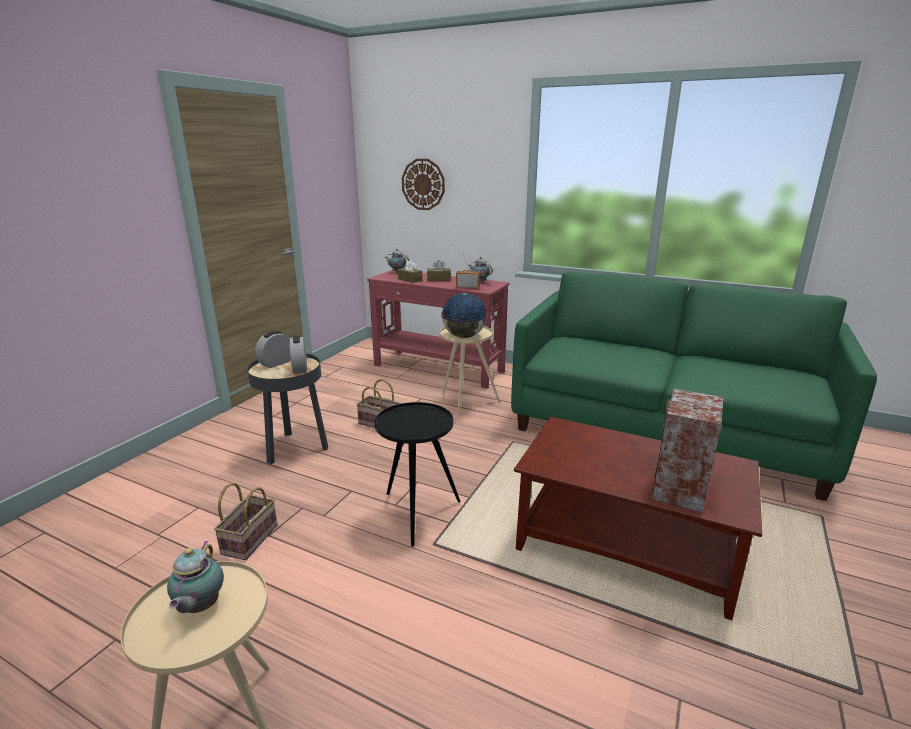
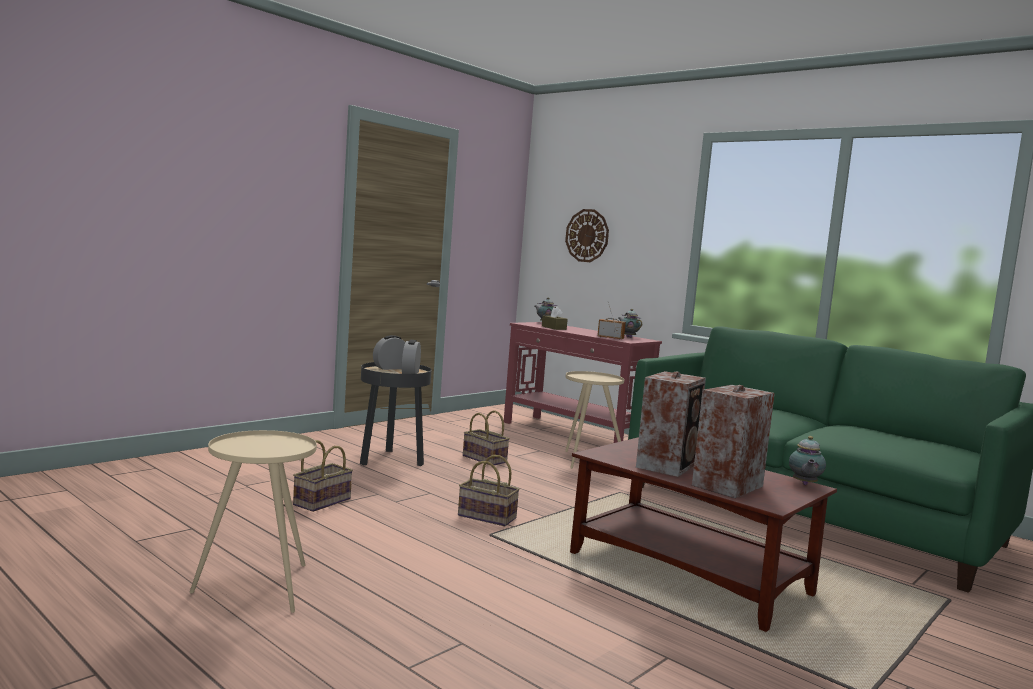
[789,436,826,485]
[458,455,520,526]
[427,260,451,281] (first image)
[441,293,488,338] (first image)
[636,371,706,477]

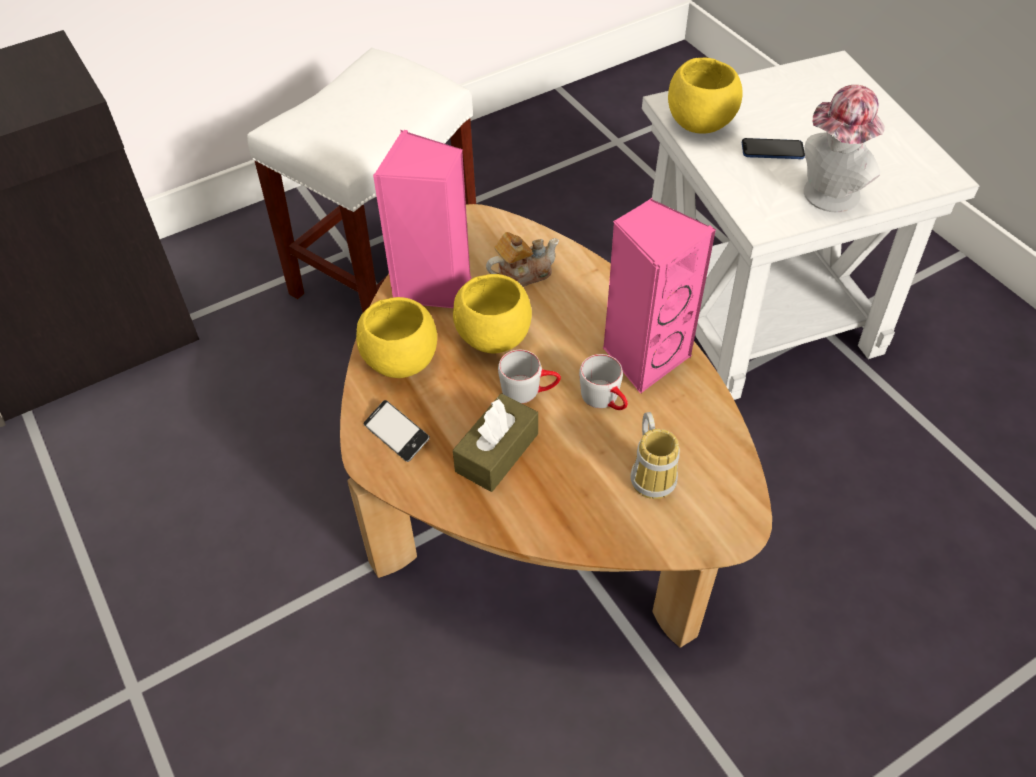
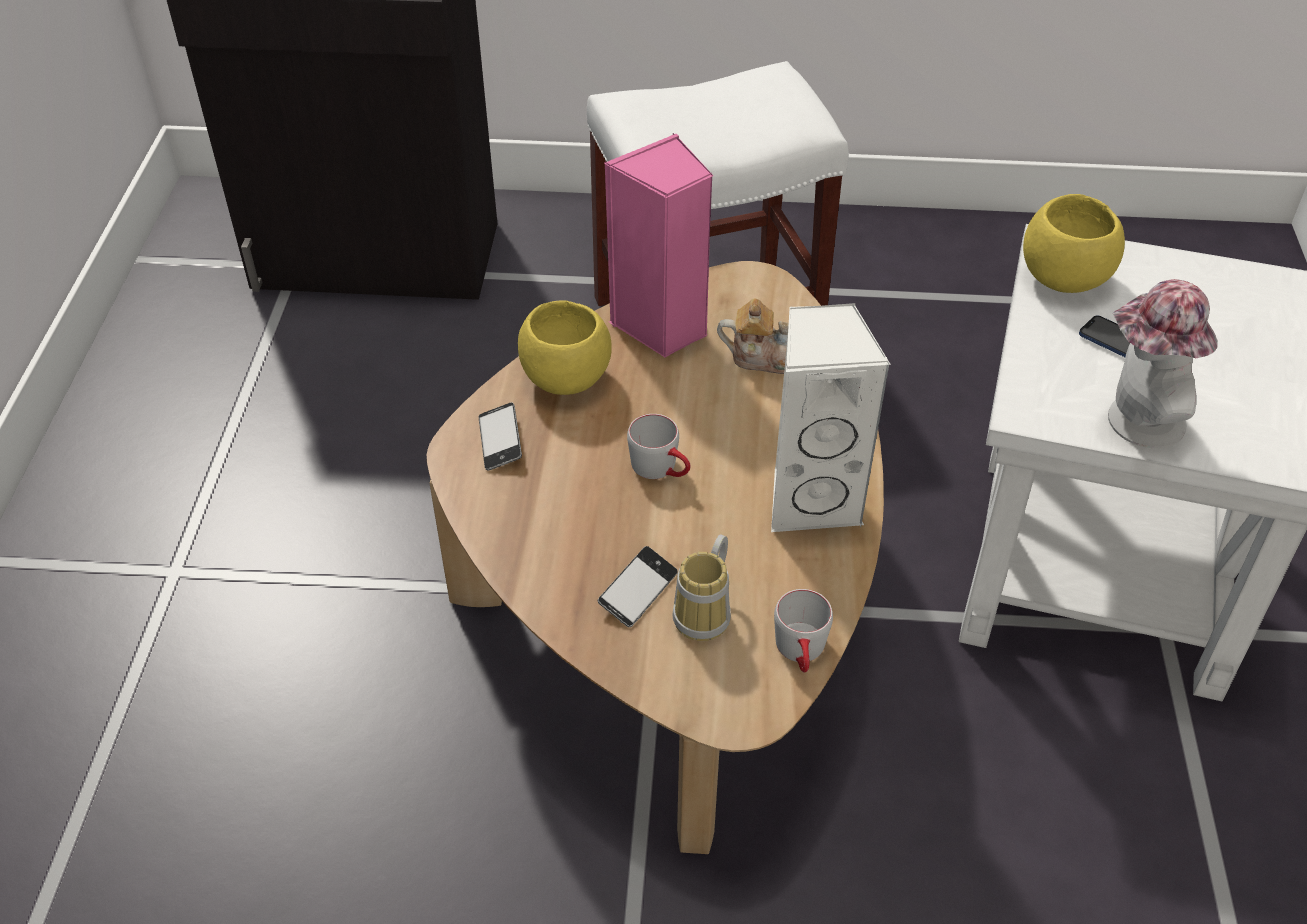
[453,274,532,354] (first image)
[453,393,538,492] (first image)
[774,589,833,673]
[771,303,891,532]
[598,546,678,627]

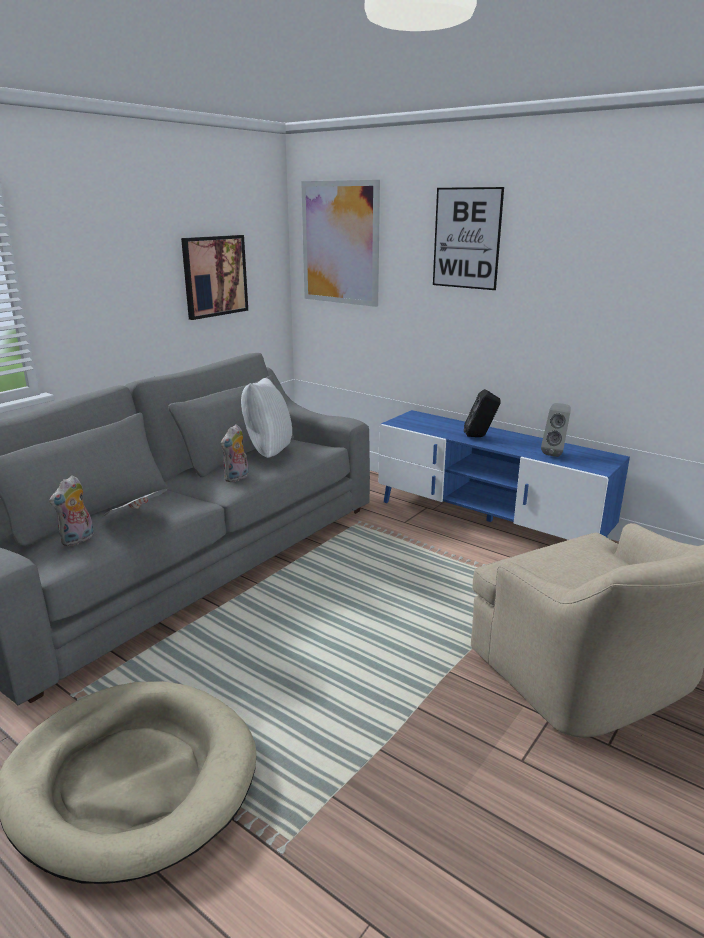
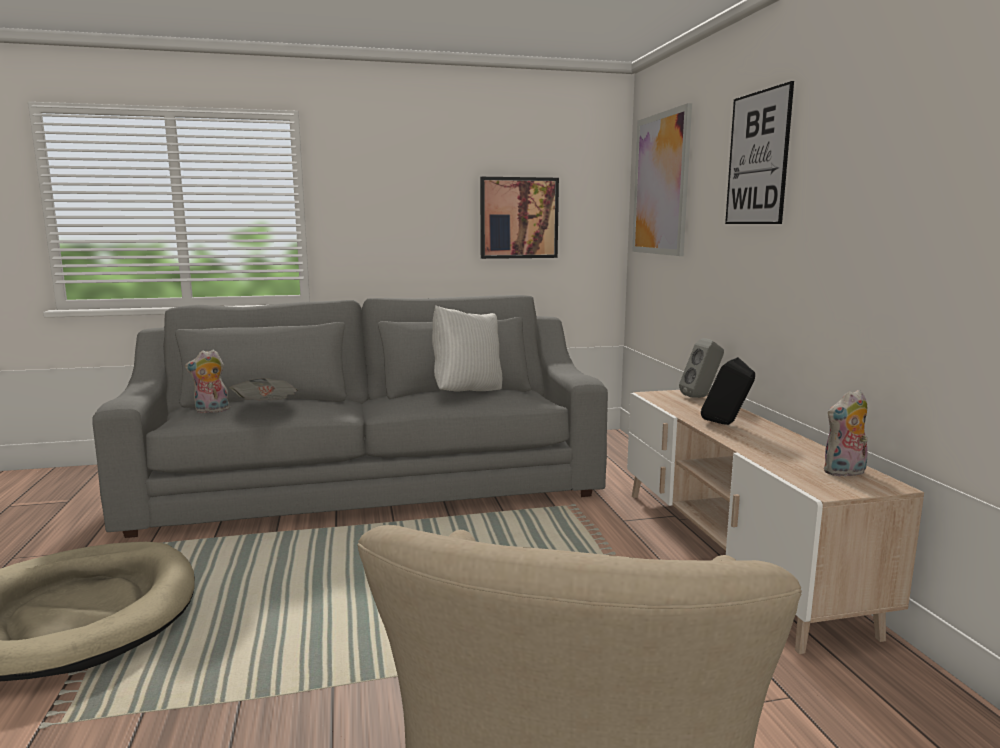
[824,390,868,477]
[627,390,924,654]
[679,338,724,398]

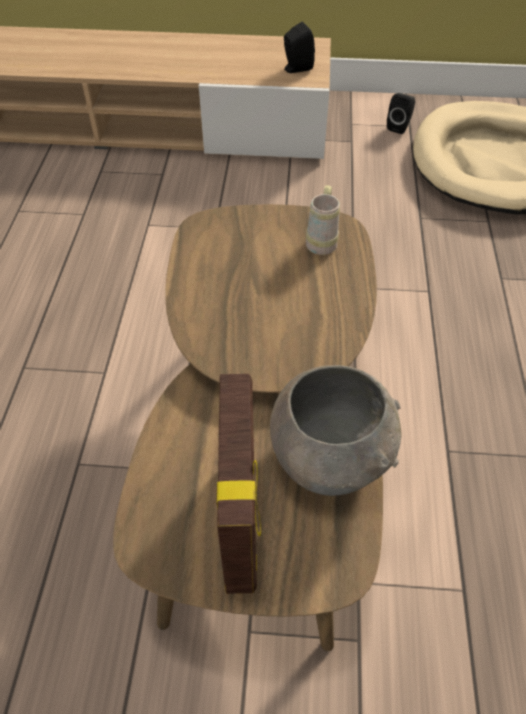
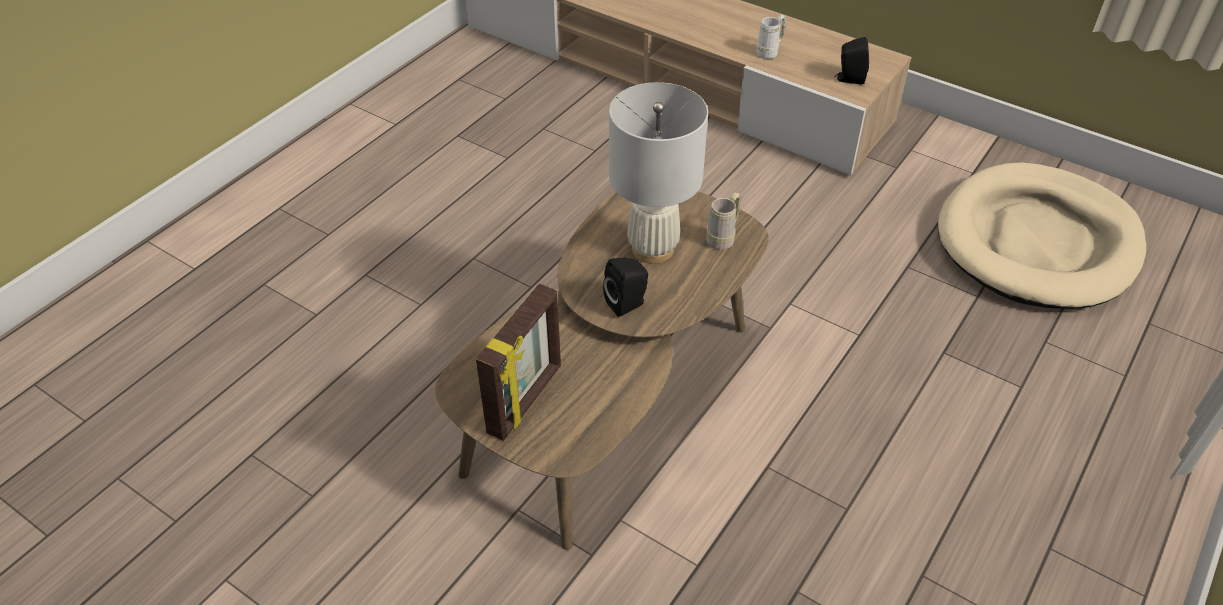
[270,365,402,496] (first image)
[603,258,648,317]
[609,82,708,264]
[756,15,786,59]

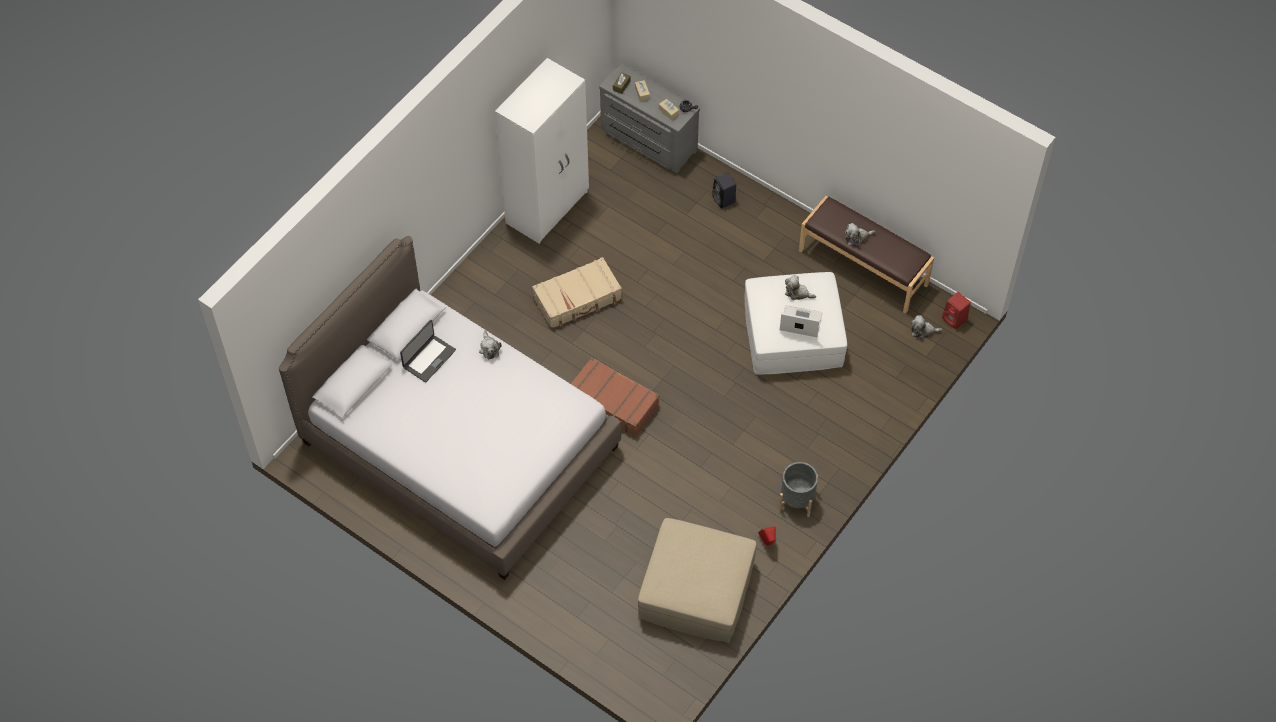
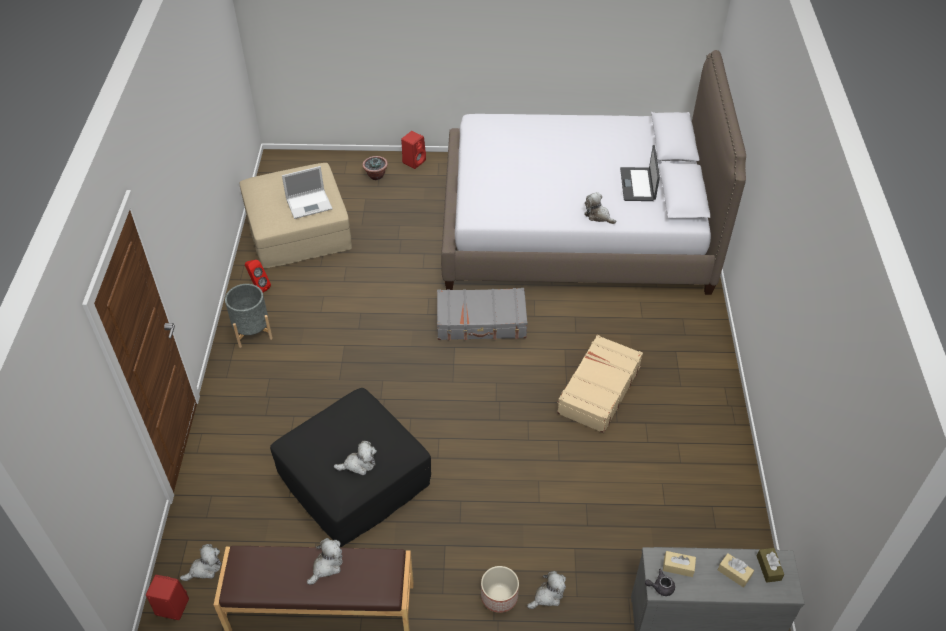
[495,58,589,244] (first image)
[437,288,527,340]
[527,571,566,609]
[270,388,431,547]
[282,166,333,219]
[362,156,388,180]
[401,131,426,169]
[481,566,519,613]

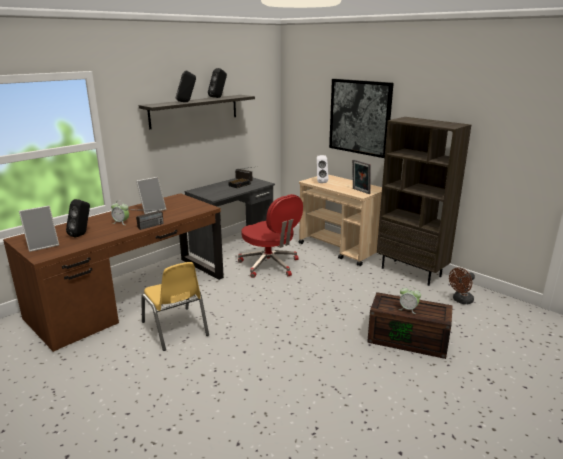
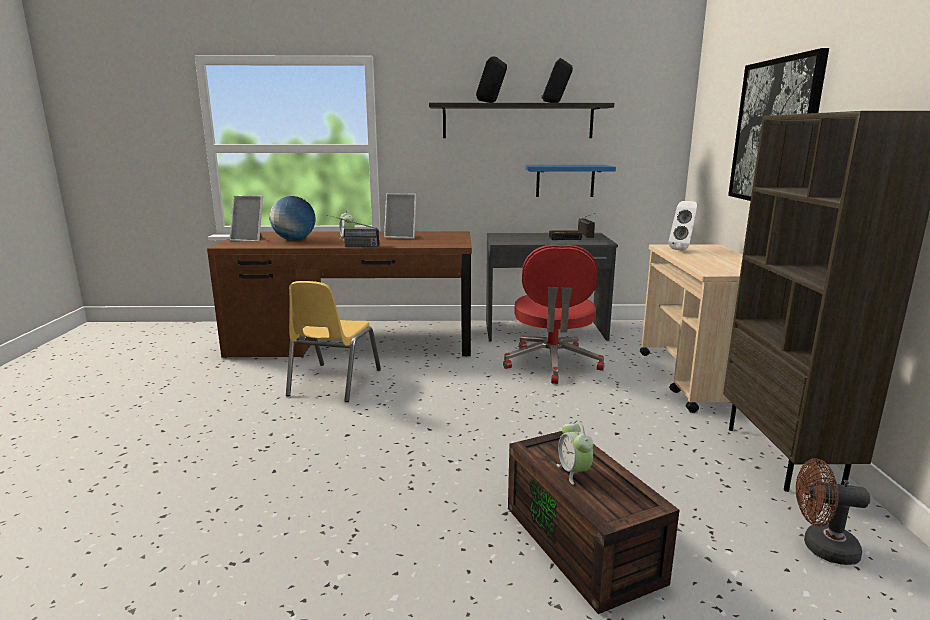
[269,196,315,240]
[352,160,371,194] (first image)
[525,165,616,197]

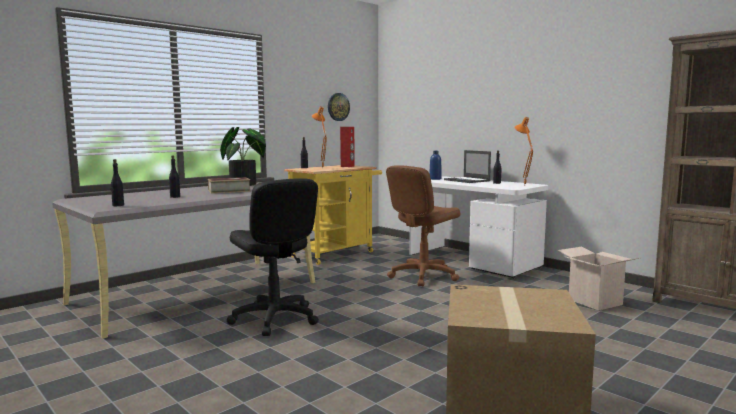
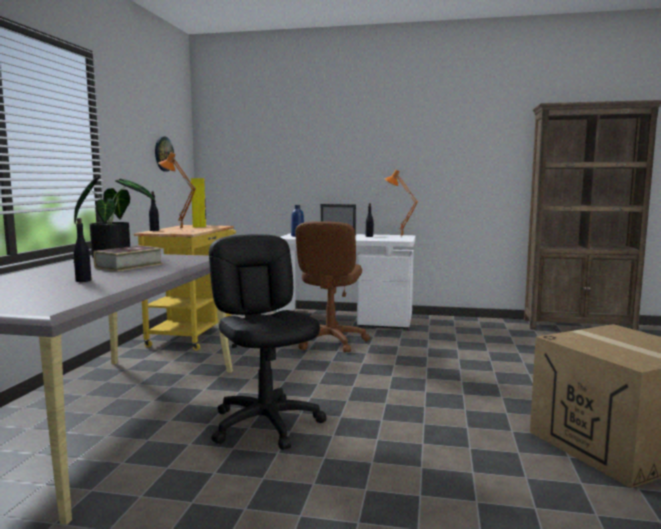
[111,159,124,206] (first image)
[209,234,327,450]
[191,178,206,227]
[558,247,642,311] (first image)

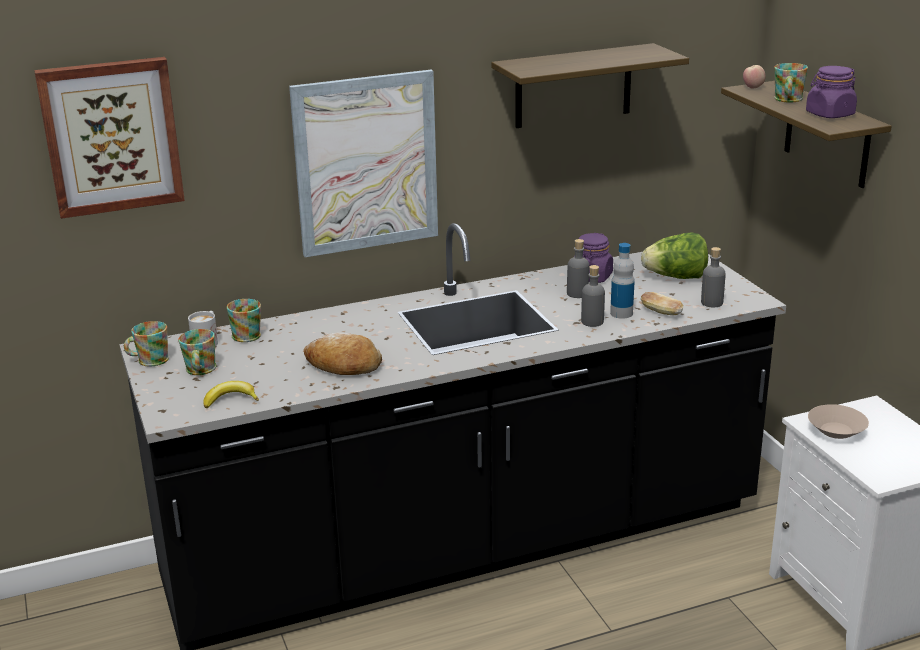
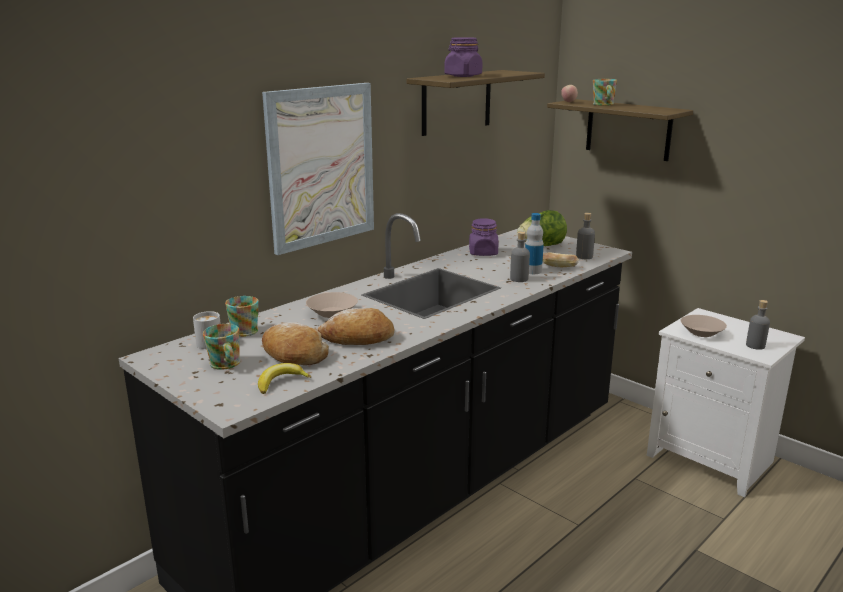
[34,57,185,219] (first image)
[124,321,169,367] (first image)
[746,300,770,350]
[444,37,483,77]
[262,322,329,365]
[306,292,358,318]

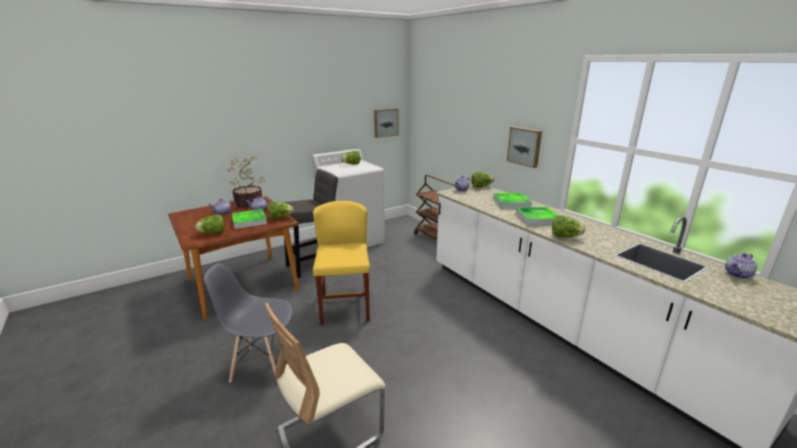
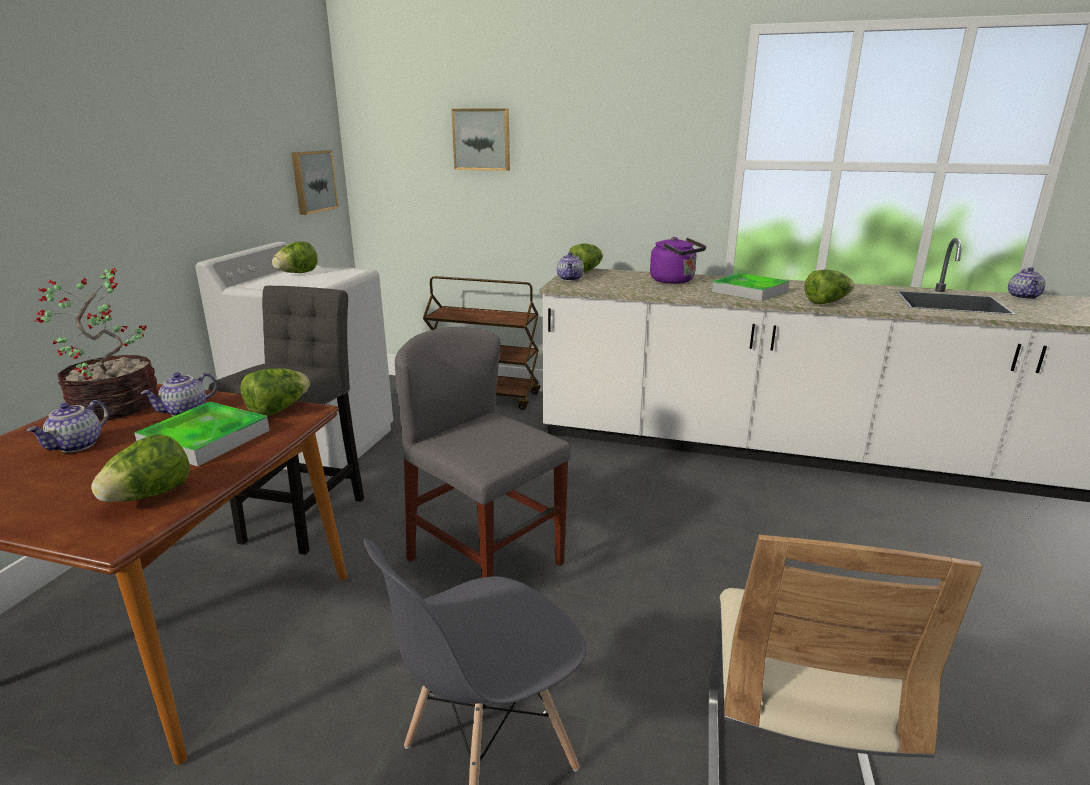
[395,327,571,578]
[650,237,706,284]
[451,108,510,171]

